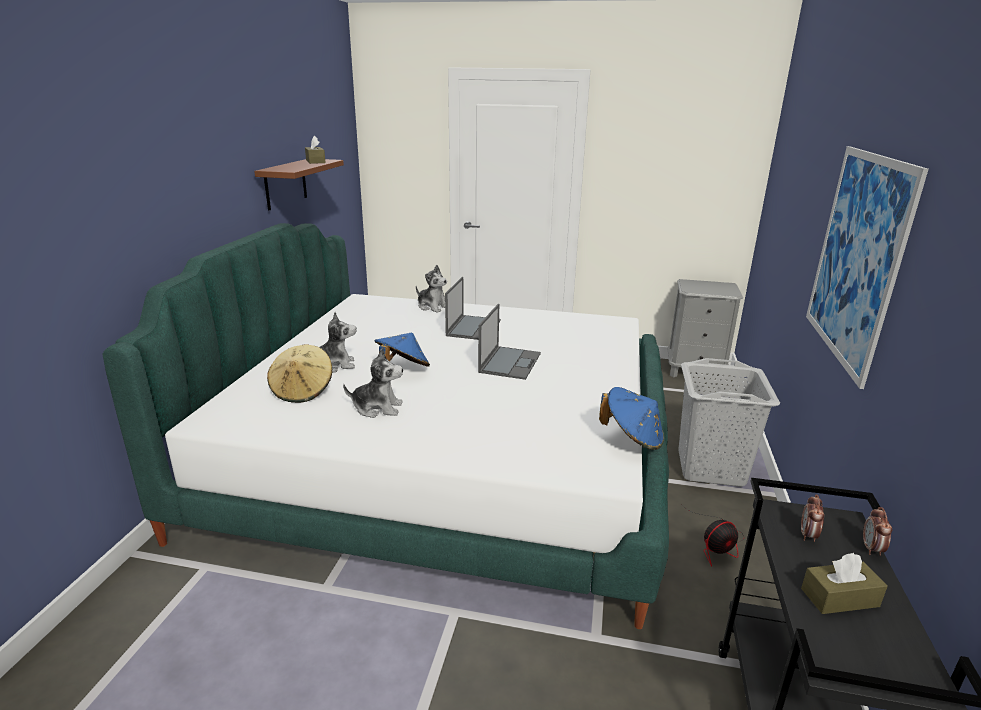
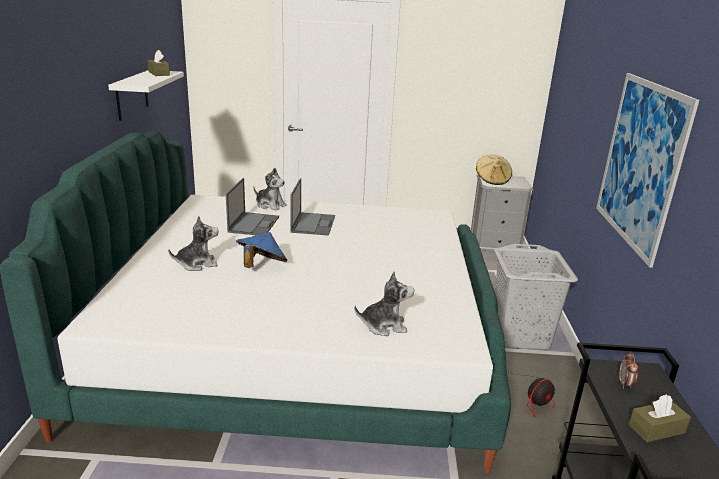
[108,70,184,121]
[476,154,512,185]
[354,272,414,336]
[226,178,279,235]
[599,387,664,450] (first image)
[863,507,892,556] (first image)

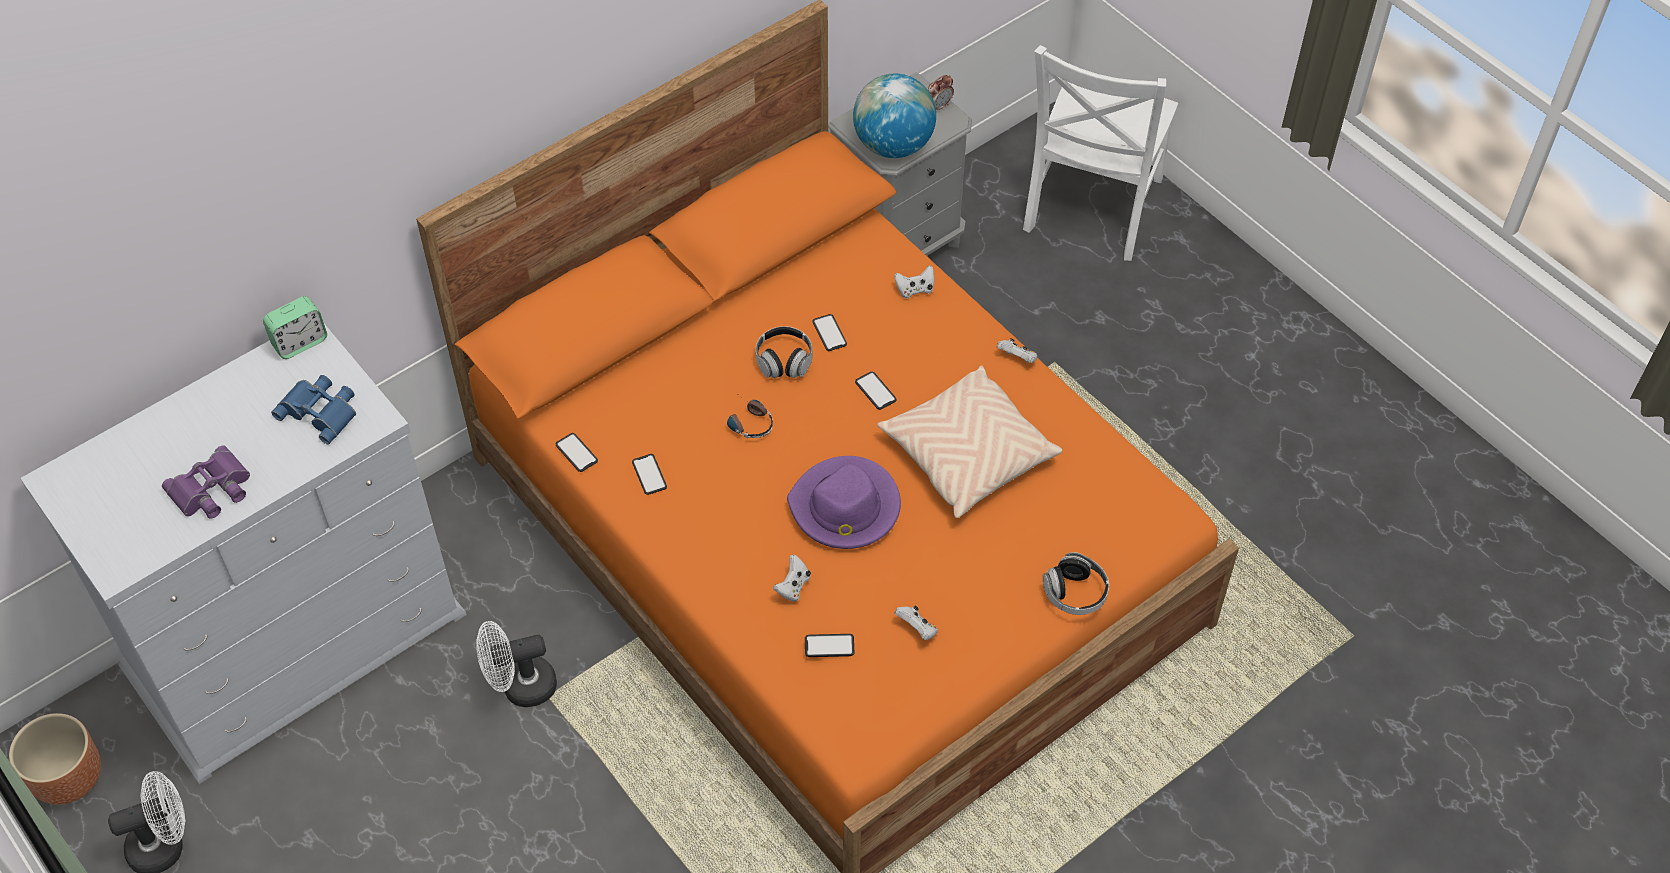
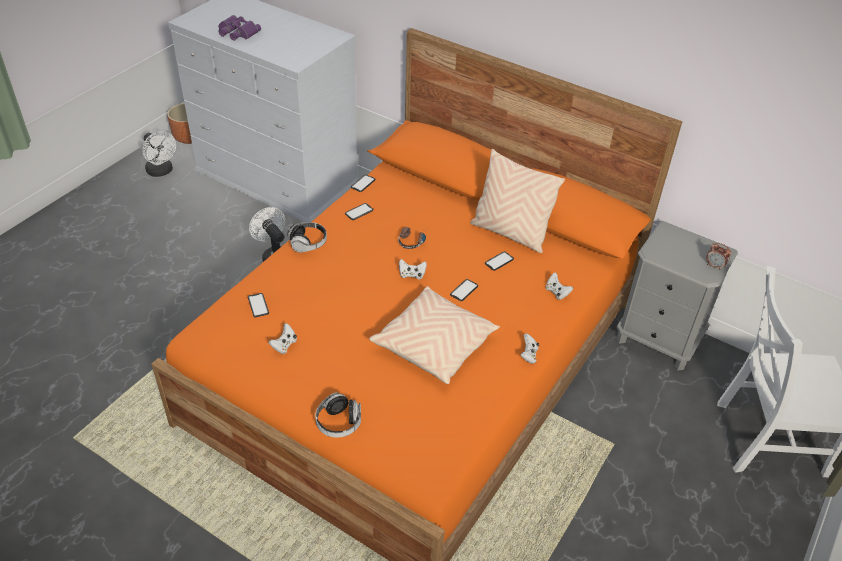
[263,296,327,359] (first image)
[271,375,356,444] (first image)
[287,222,327,253]
[399,259,427,280]
[787,456,901,549] (first image)
[853,74,936,158] (first image)
[470,149,565,253]

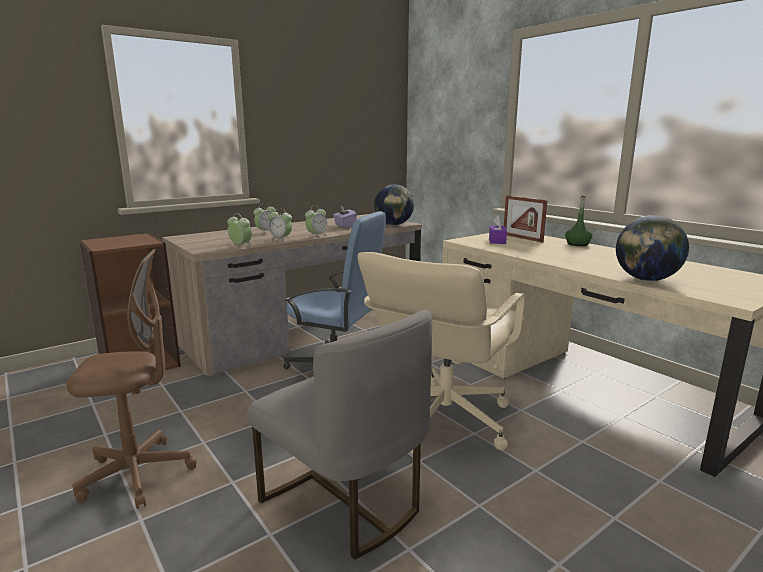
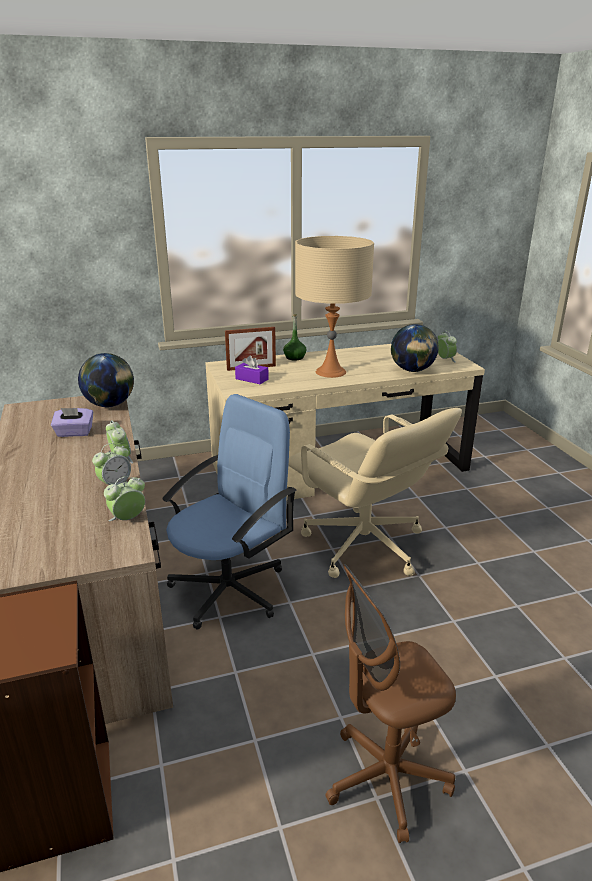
[325,564,456,843]
[248,309,432,560] (first image)
[438,331,457,363]
[295,236,374,378]

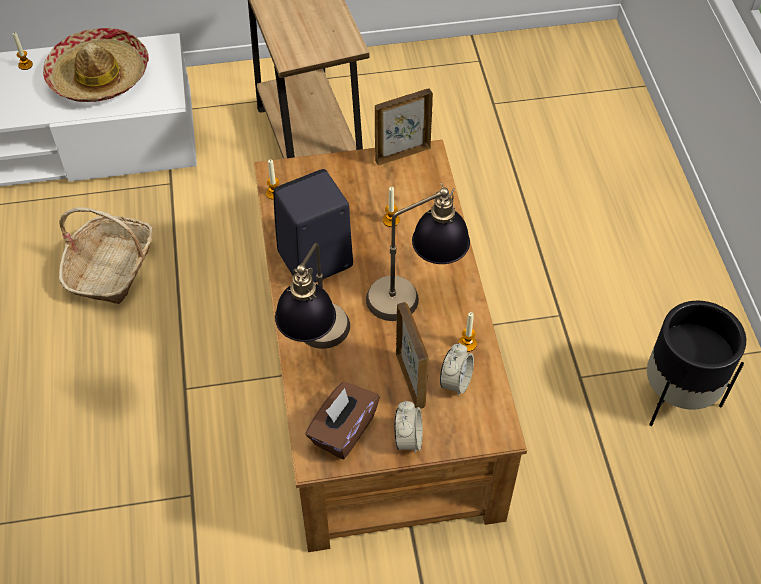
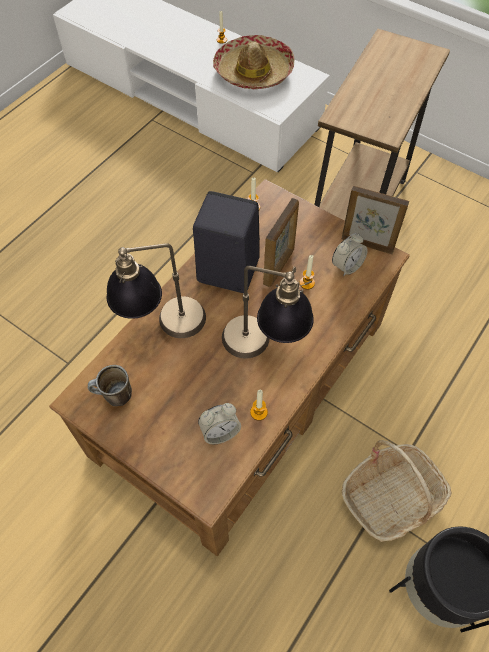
[342,440,452,542]
[88,365,132,406]
[332,233,368,276]
[263,198,299,287]

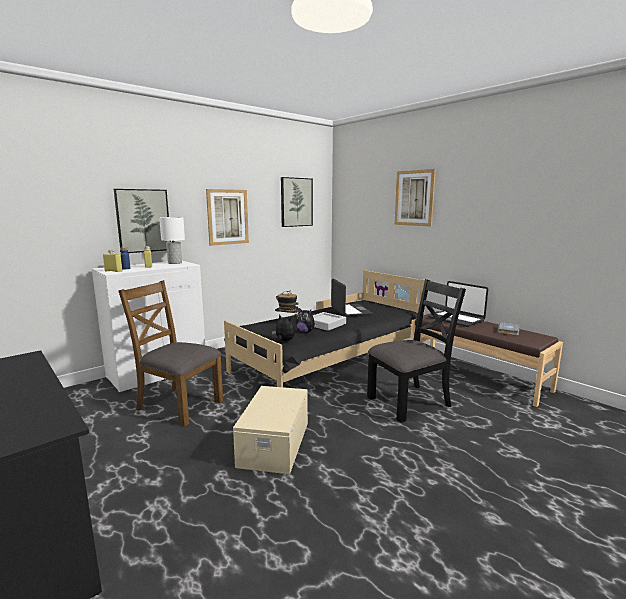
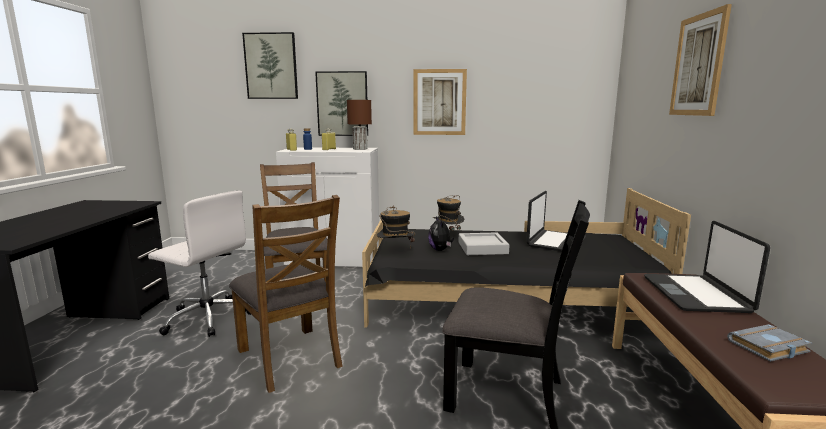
[347,100,372,150]
[229,195,343,393]
[377,206,415,242]
[242,32,298,99]
[148,191,251,337]

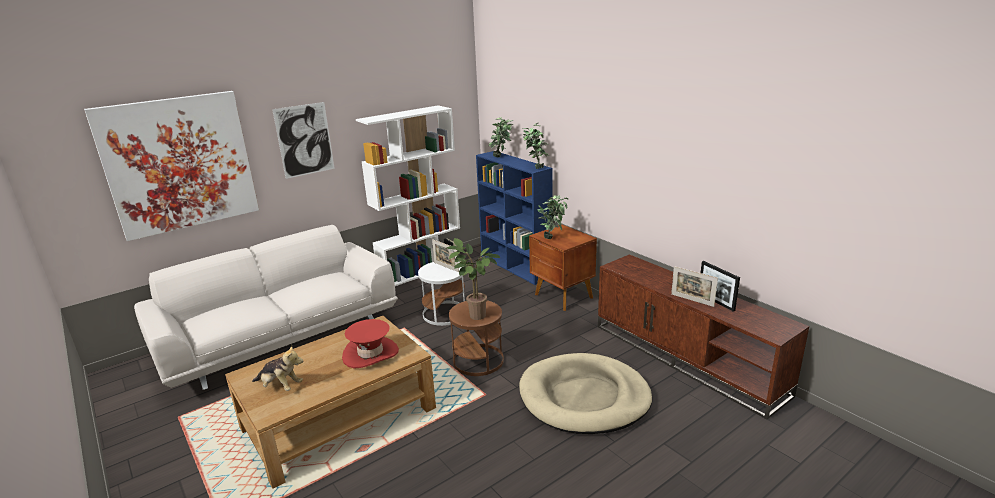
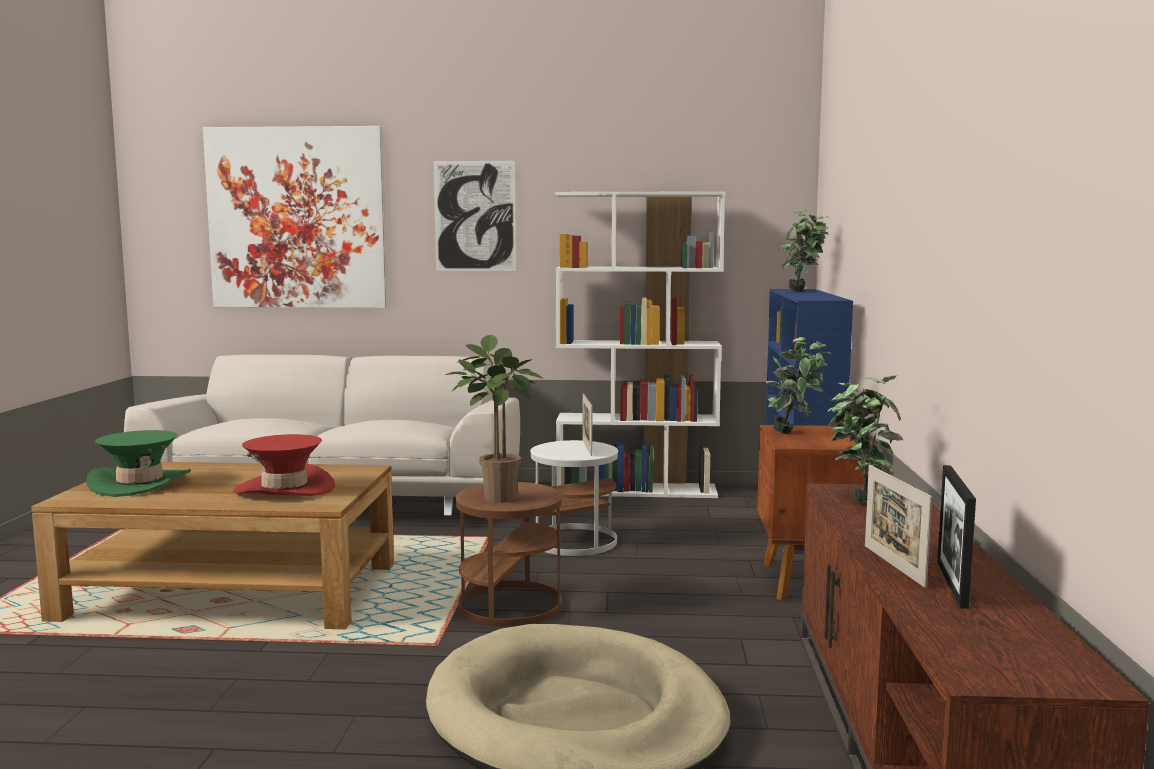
[86,430,191,497]
[828,376,903,502]

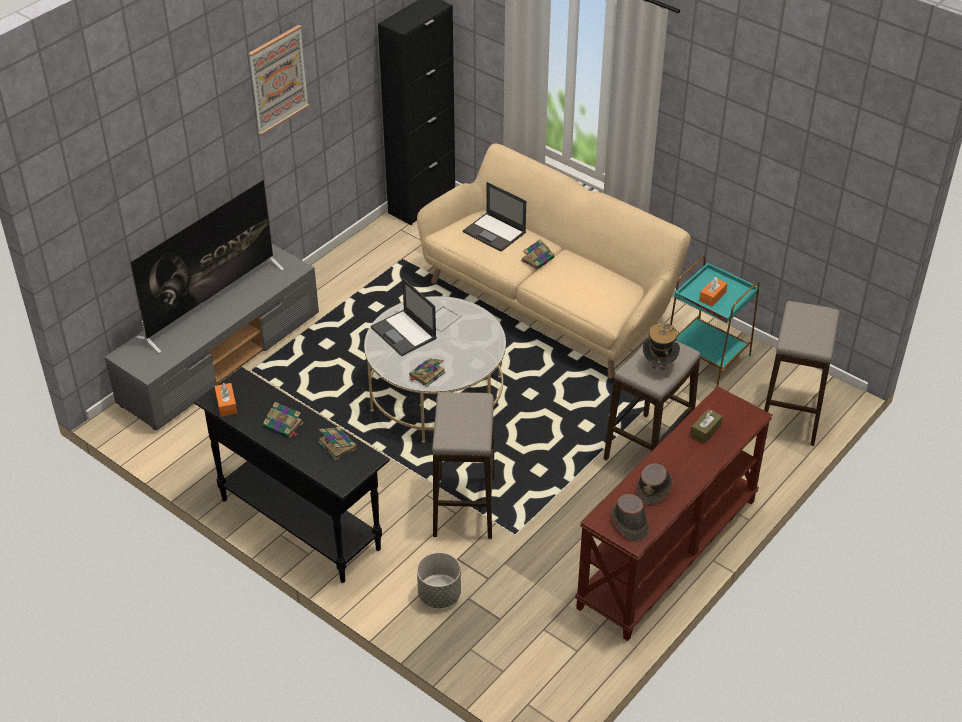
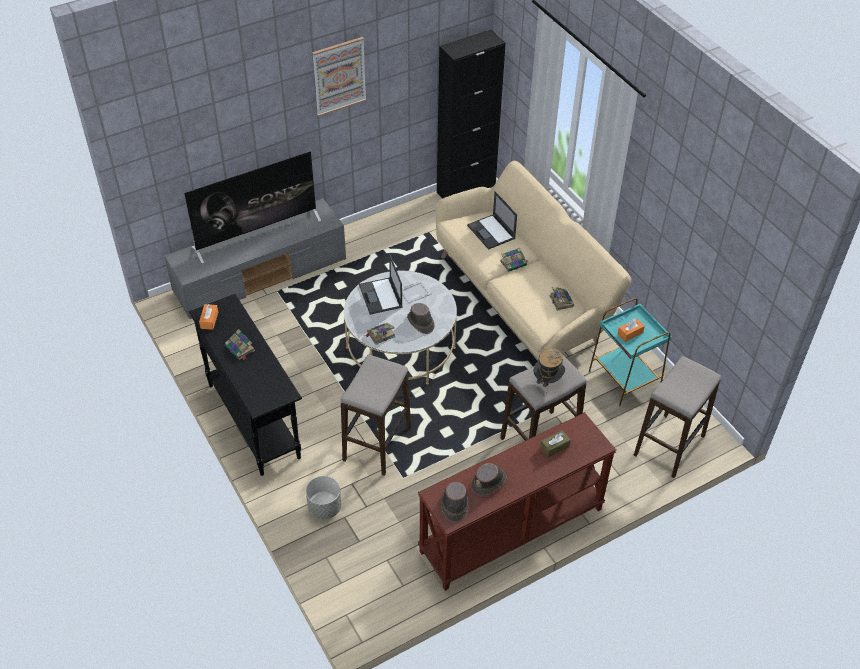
[549,287,574,311]
[407,303,435,334]

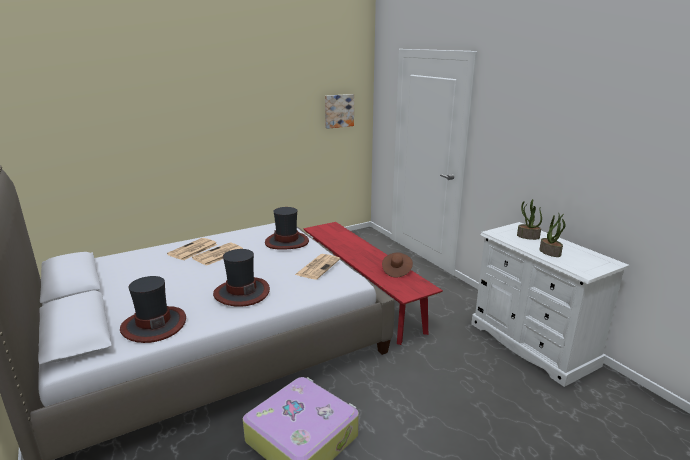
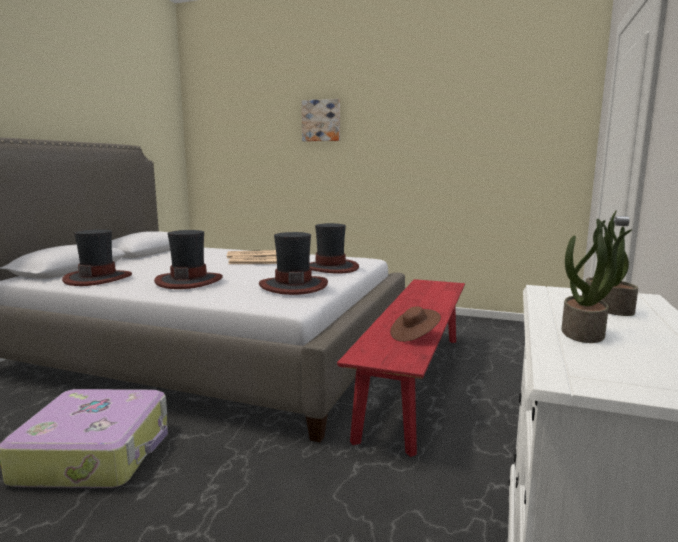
[259,232,328,295]
[301,99,340,142]

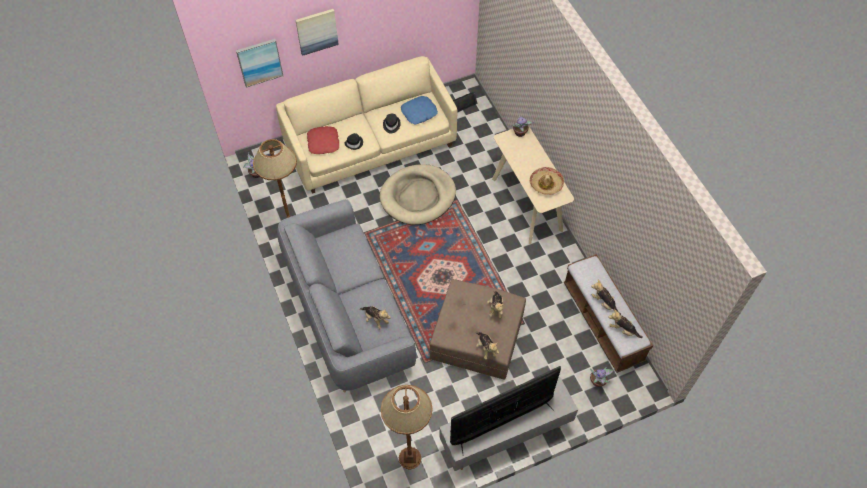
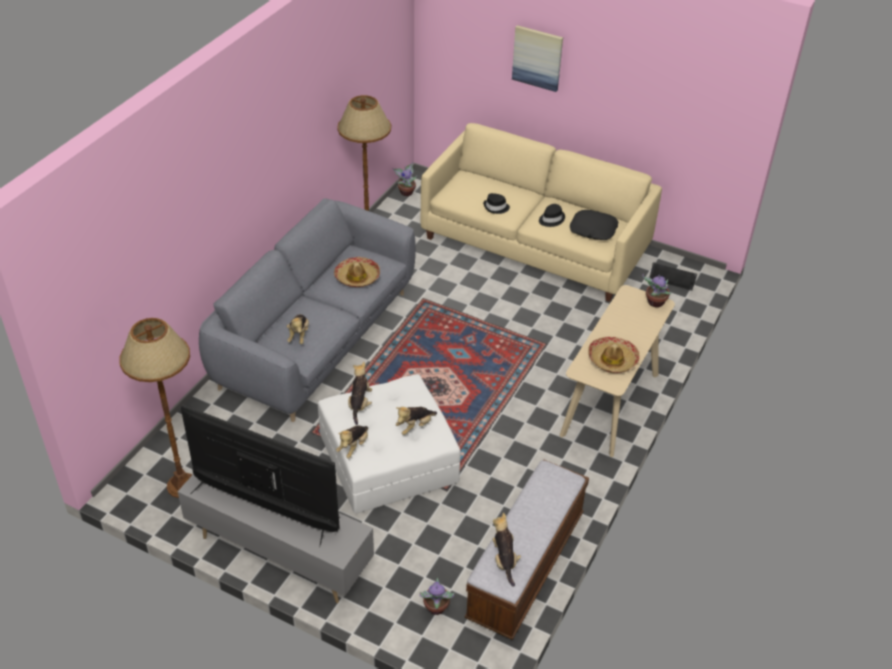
[236,39,283,88] (first image)
[307,126,339,154] (first image)
[380,164,456,225] (first image)
[570,210,618,240]
[318,374,461,514]
[348,362,372,425]
[334,257,380,287]

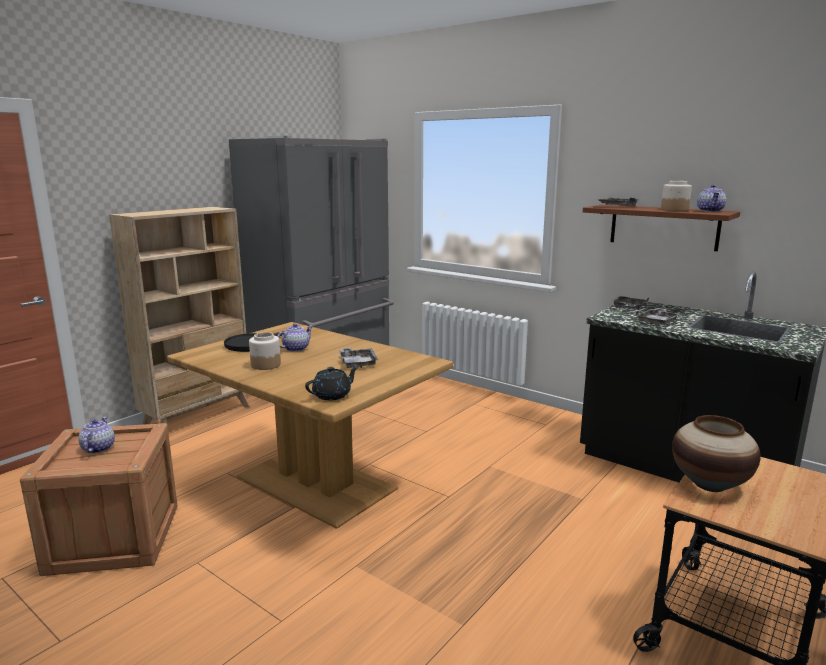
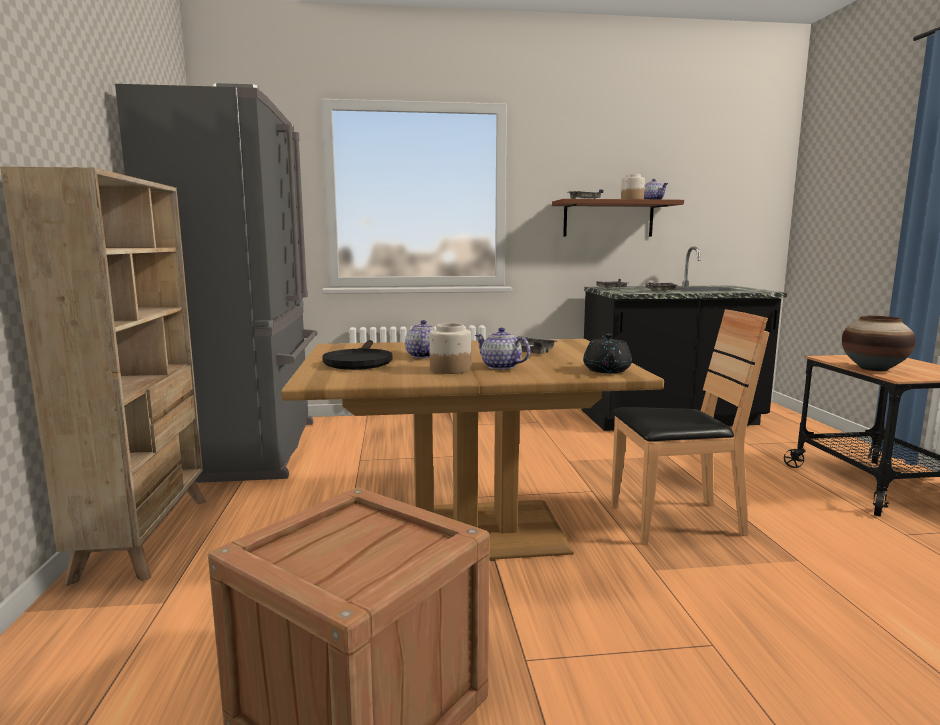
[475,328,530,370]
[611,309,770,545]

